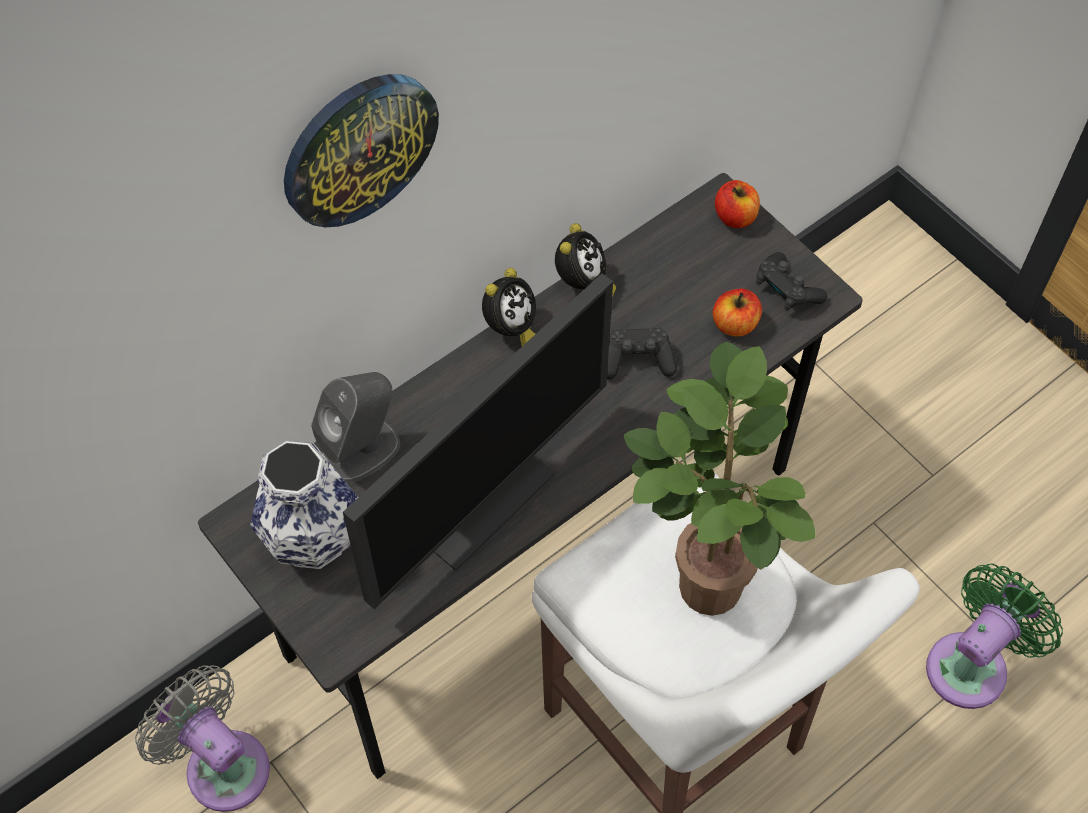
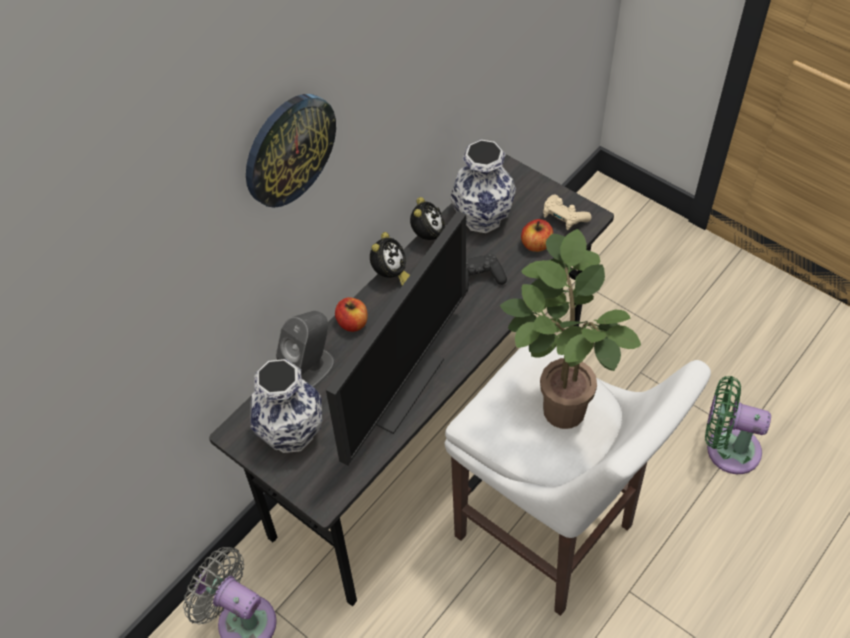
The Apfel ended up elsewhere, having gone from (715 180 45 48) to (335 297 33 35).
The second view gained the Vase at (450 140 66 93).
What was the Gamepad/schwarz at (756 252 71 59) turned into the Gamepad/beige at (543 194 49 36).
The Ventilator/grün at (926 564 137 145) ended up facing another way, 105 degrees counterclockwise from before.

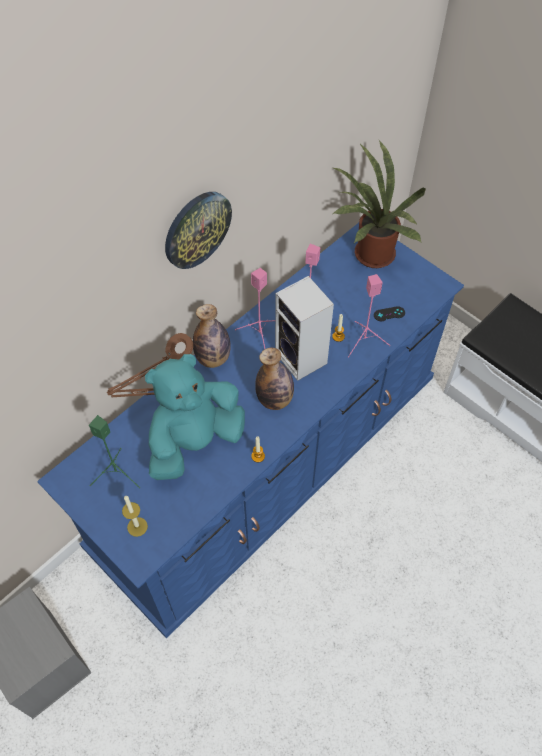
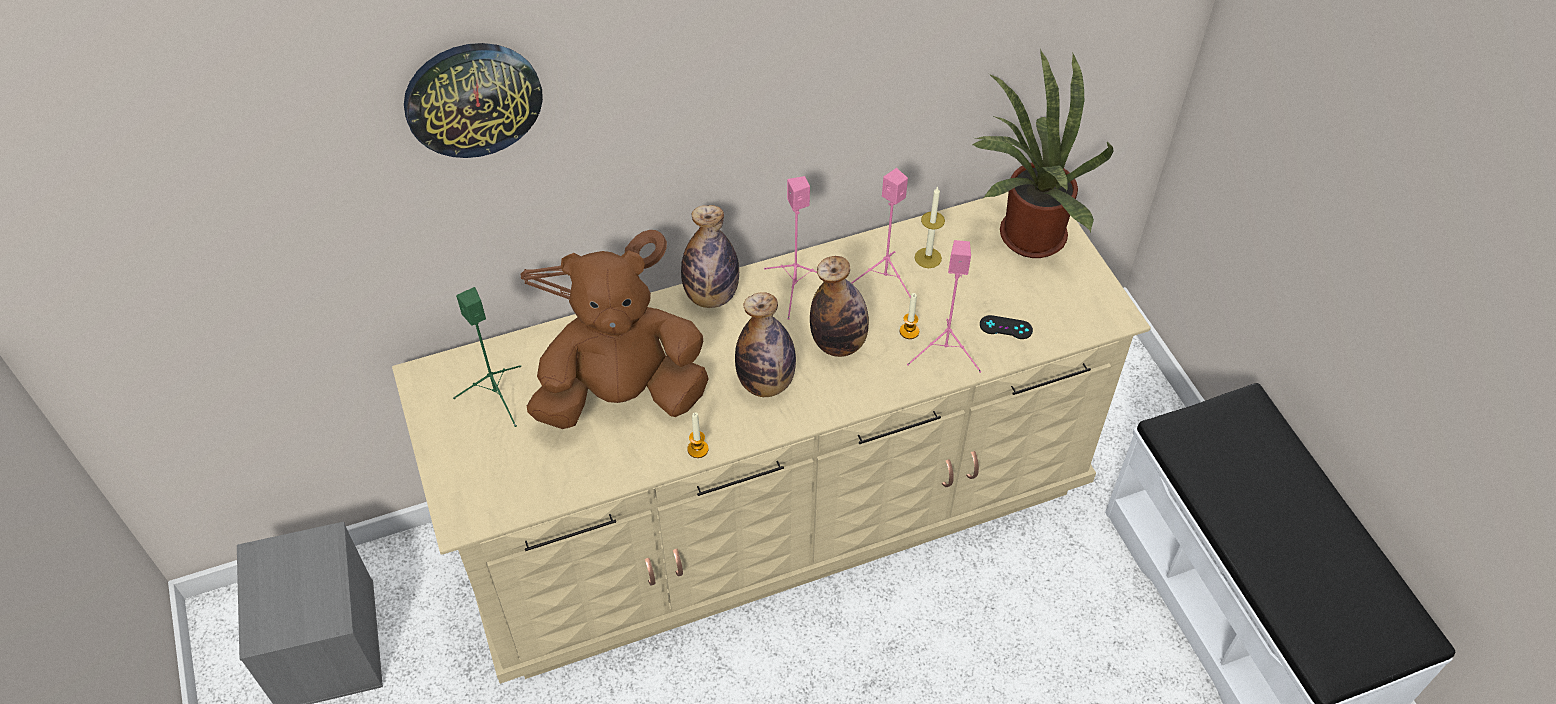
What was the Kommode/blau at (37 223 427 416) turned into the Kommode/beige at (392 191 759 493).
The Wanduhr ended up elsewhere, having gone from (165 192 67 77) to (404 43 139 115).
What was the Plüschtier/türkis at (145 354 100 126) turned into the Plüschtier/braun at (527 250 182 179).
Where the Lautsprecher stood at (275 276 59 105), the Flasche came to stand at (810 256 59 101).
The Kerze ended up elsewhere, having gone from (122 496 26 41) to (915 186 30 82).

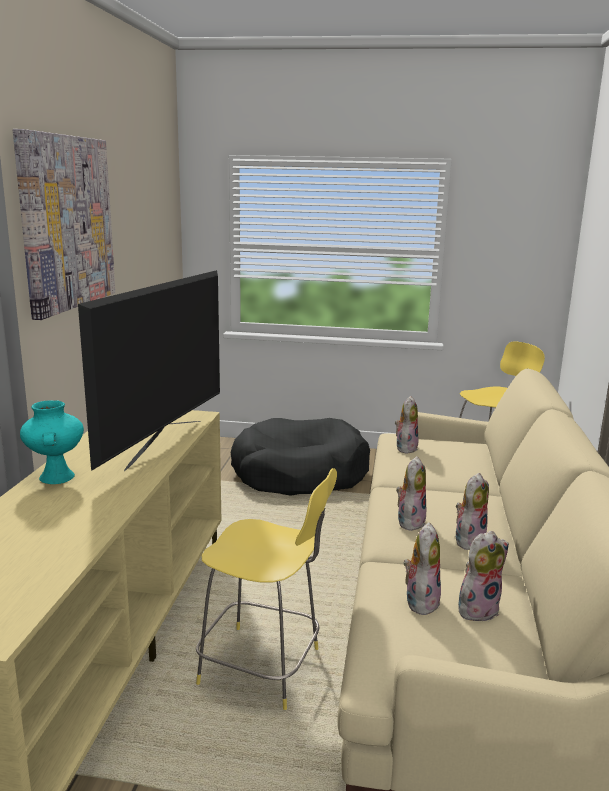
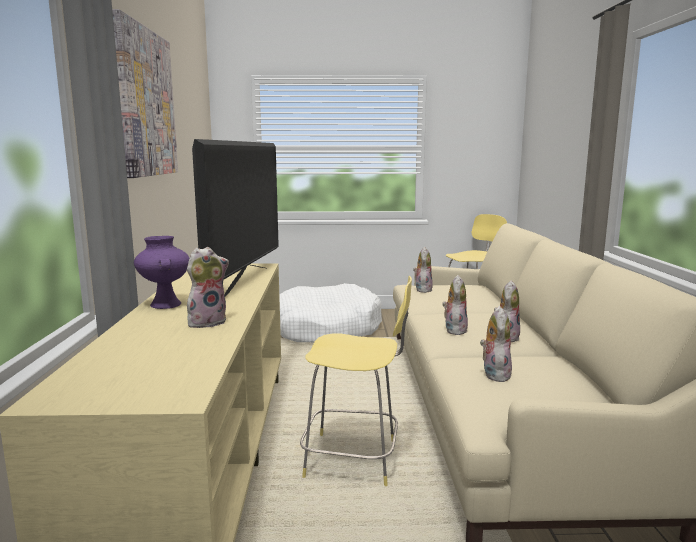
What was the Vase/türkis at (20 400 64 84) turned into the Vase/lila at (134 236 55 73).
The Plüschtier ended up elsewhere, having gone from (458 531 51 90) to (187 247 42 81).
What was the Hundebett/schwarz at (231 418 139 77) turned into the Hundebett/weiß at (279 283 103 59).

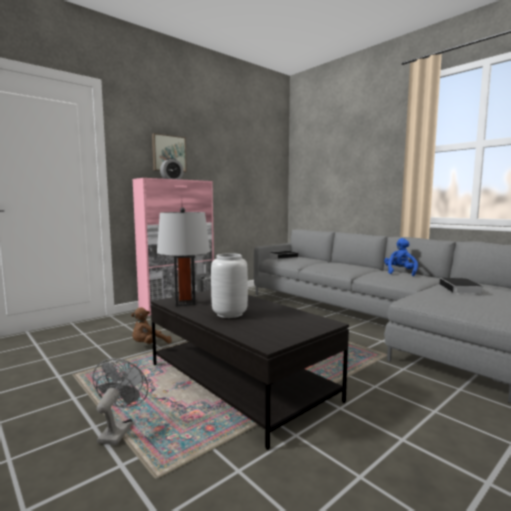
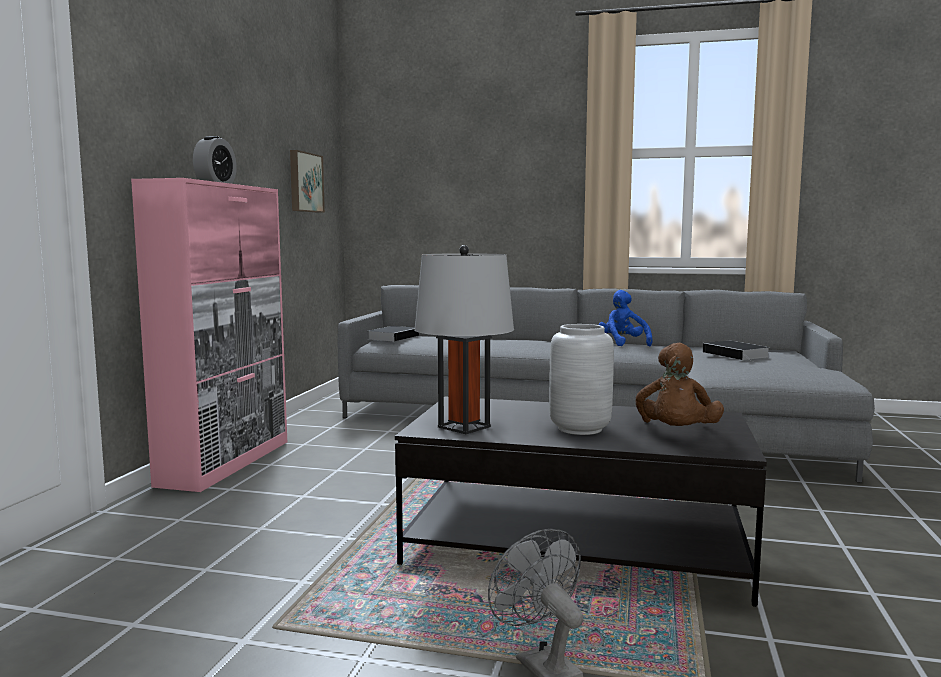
The Bild ended up elsewhere, having gone from (152 133 35 39) to (290 150 35 63).
The Plüschtier/braun ended up elsewhere, having gone from (131 307 41 37) to (636 343 88 83).

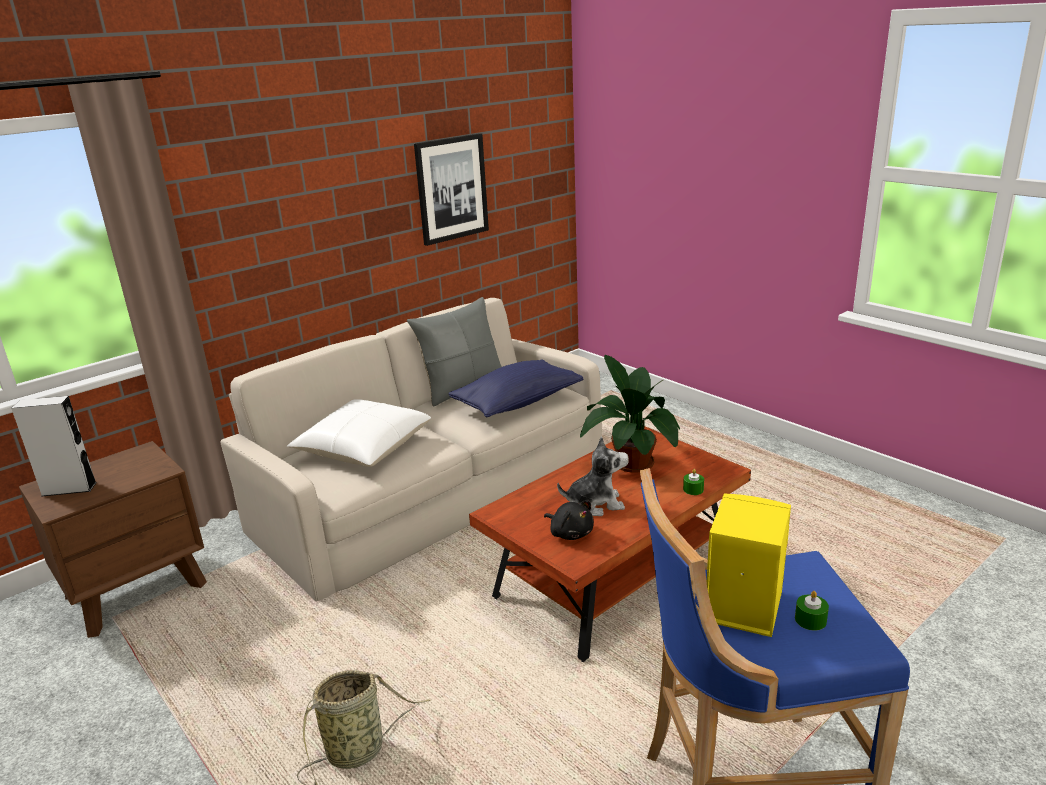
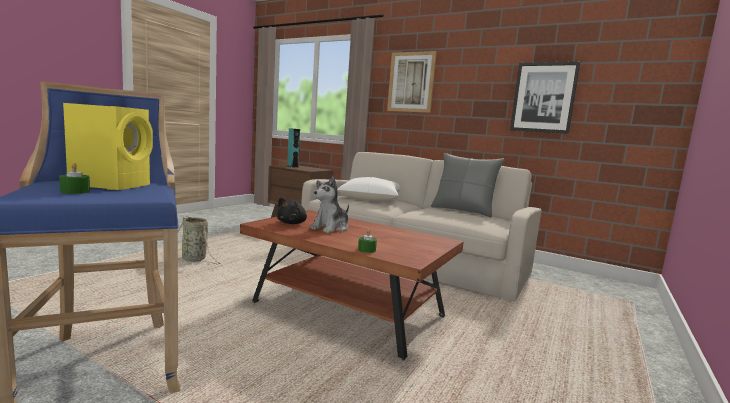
What was the Lautsprecher/grau at (11 396 86 101) turned into the Lautsprecher/türkis at (287 128 13 40).
The Plüschtier at (557 436 72 80) ended up facing another way, 60 degrees clockwise from before.
The second view gained the Bild at (387 51 50 62).
The second view lost the Kissen/blau at (448 359 135 58).
The second view lost the Topfpflanze at (580 355 100 118).

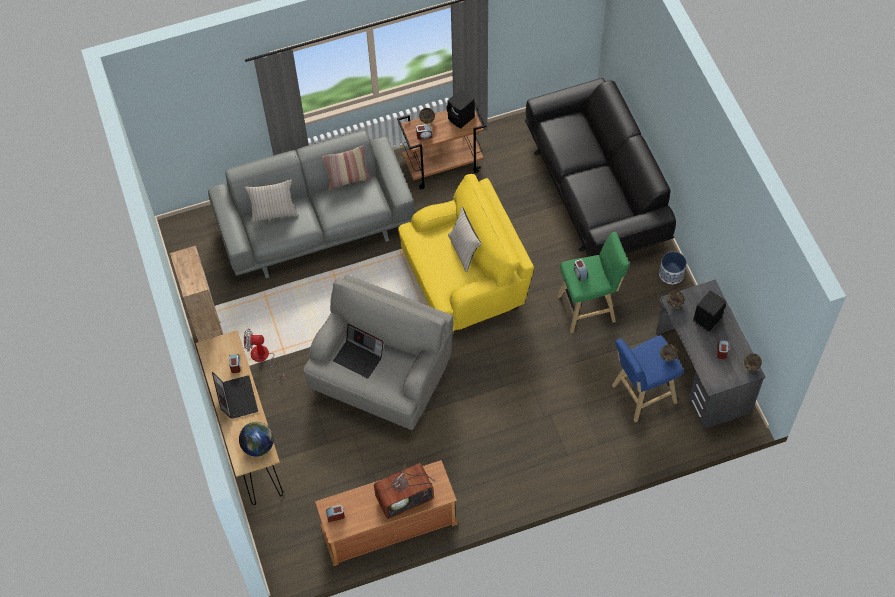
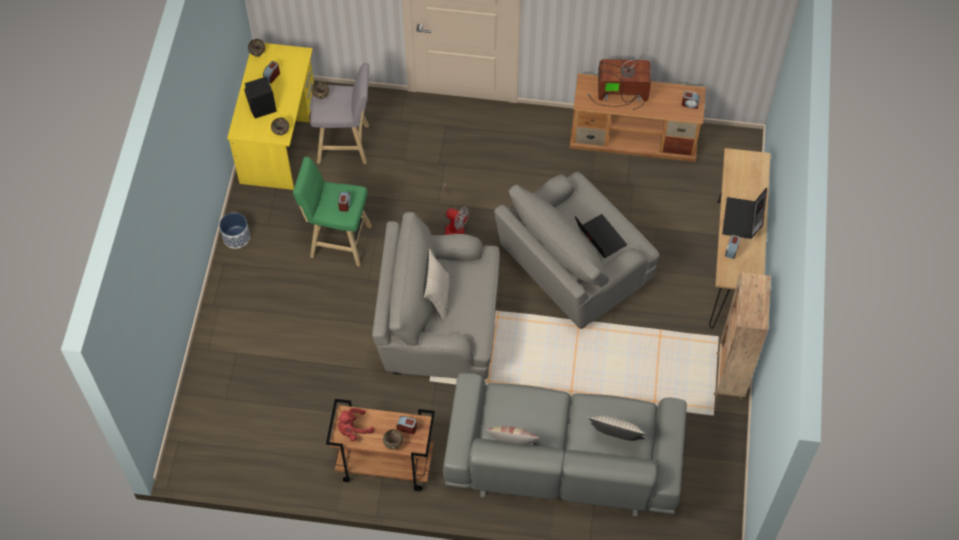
What was the Schreibtisch/grau at (656 280 109 149) turned into the Schreibtisch/gelb at (227 43 87 147).
What was the Hocker/blau at (612 335 72 88) turned into the Hocker/grau at (310 63 59 101).
Where the Lautsprecher/schwarz stood at (447 89 28 39), the Plüschtier/rot came to stand at (337 408 37 33).
What was the Sessel/gelb at (398 174 136 157) turned into the Sessel/grau at (372 212 128 167).
The Ventilator ended up elsewhere, having gone from (244 329 41 53) to (441 182 28 53).
The second view lost the Globus at (239 422 35 34).
The second view lost the Sofa/schwarz at (525 78 151 179).

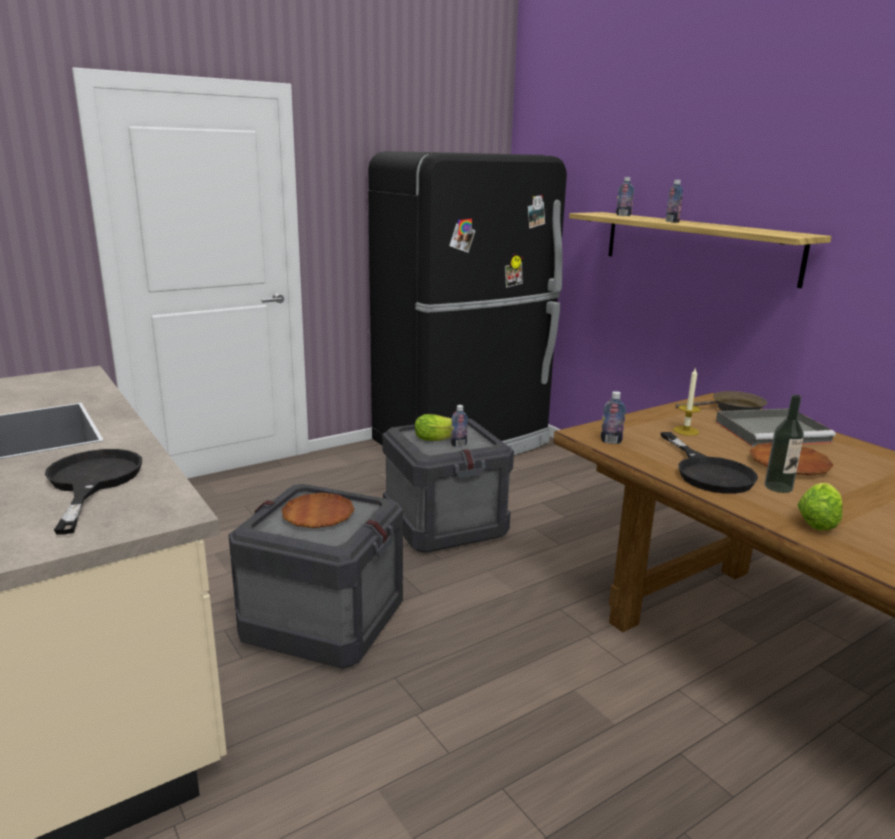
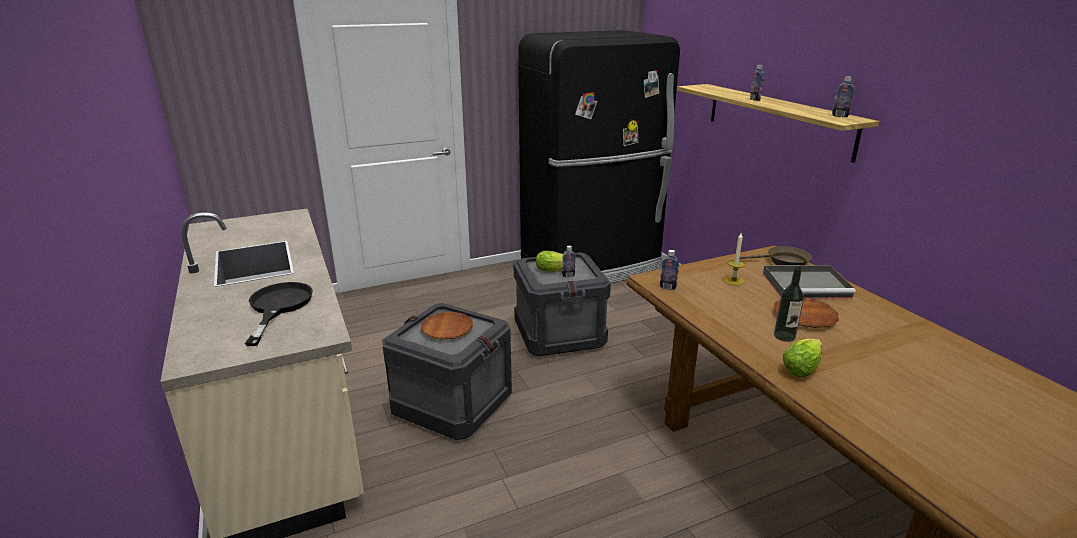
The Flasche ended up elsewhere, having gone from (616 177 18 39) to (832 77 23 40).
The second view lost the Pfanne/schwarz at (660 432 98 62).

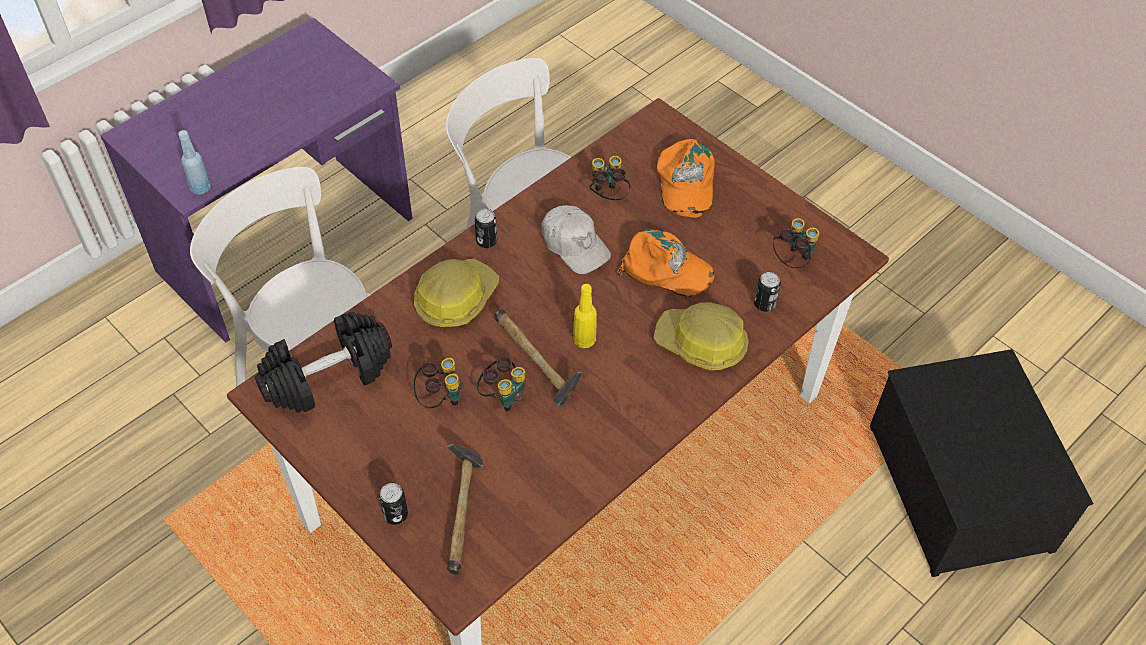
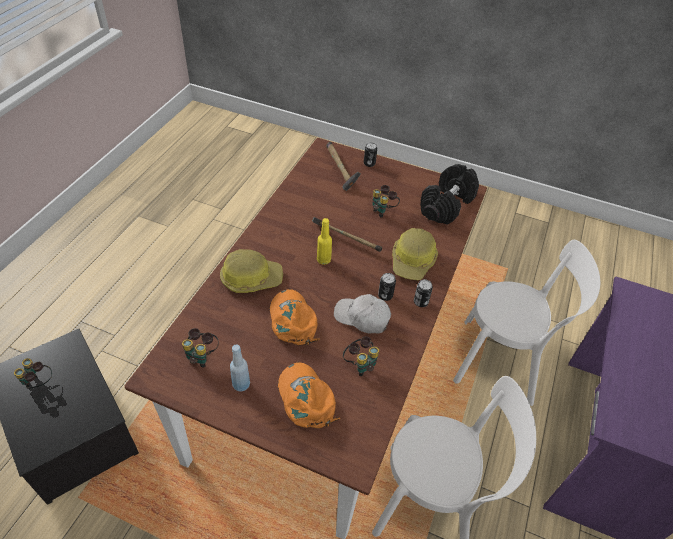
The Fernglas ended up elsewhere, having gone from (477 356 48 55) to (14 358 38 31).
The Flasche/blau ended up elsewhere, having gone from (178 130 32 65) to (230 344 20 47).
The Kappe/orange at (617 229 97 68) ended up facing another way, 75 degrees clockwise from before.
The Dose ended up elsewhere, having gone from (754 272 27 40) to (378 273 18 28).

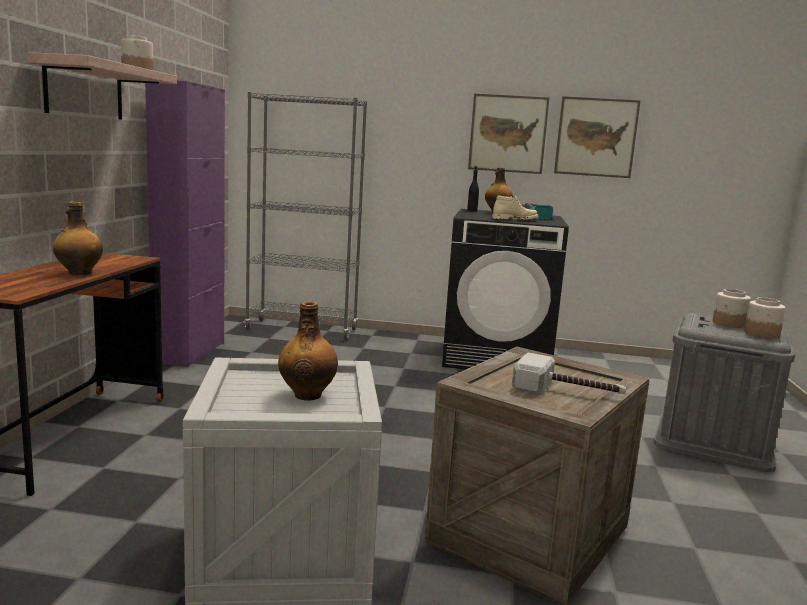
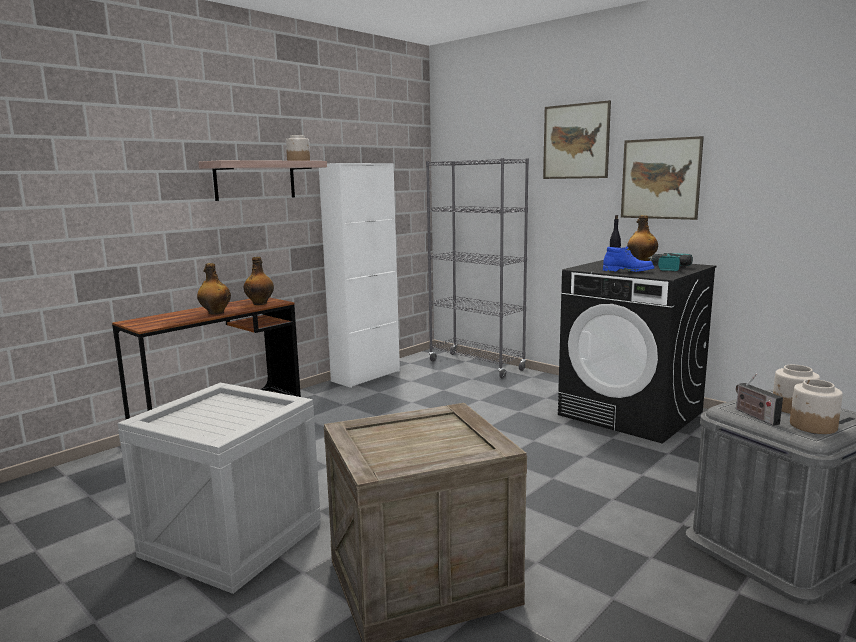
The Flasche ended up elsewhere, having gone from (278 301 60 100) to (244 257 30 48).
What was the Schrank/lila at (145 80 80 287) turned into the Schrank/weiß at (319 163 81 225).
The Bild ended up elsewhere, having gone from (554 96 86 82) to (543 100 68 79).
What was the Stiefel/beige at (492 195 46 25) turned into the Stiefel/blau at (603 246 51 26).
The second view gained the Radio at (736 374 47 52).
The second view lost the Hammer at (512 353 114 41).

